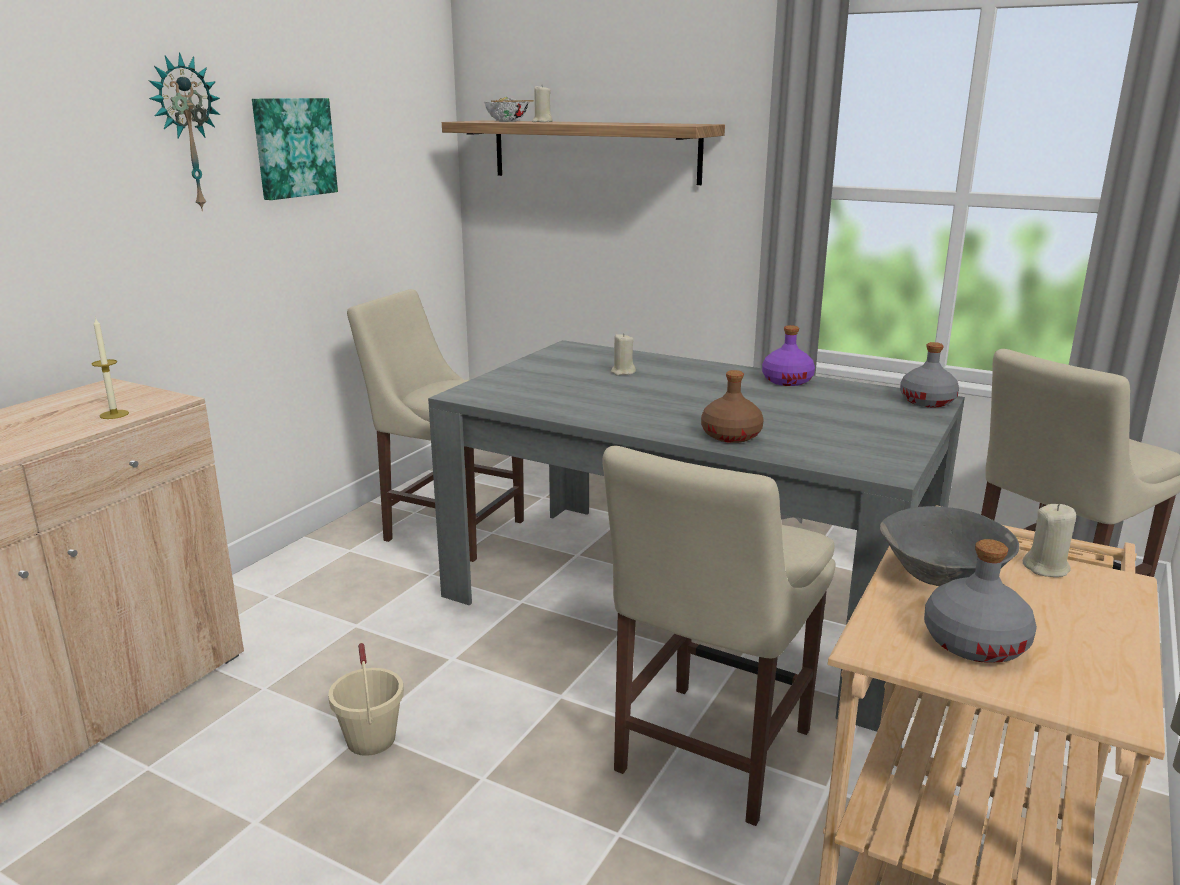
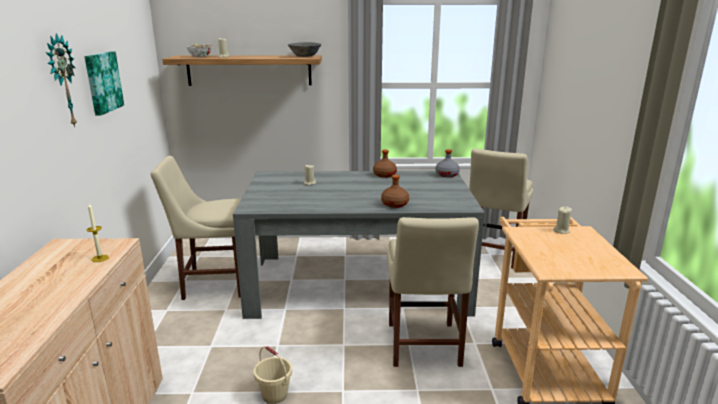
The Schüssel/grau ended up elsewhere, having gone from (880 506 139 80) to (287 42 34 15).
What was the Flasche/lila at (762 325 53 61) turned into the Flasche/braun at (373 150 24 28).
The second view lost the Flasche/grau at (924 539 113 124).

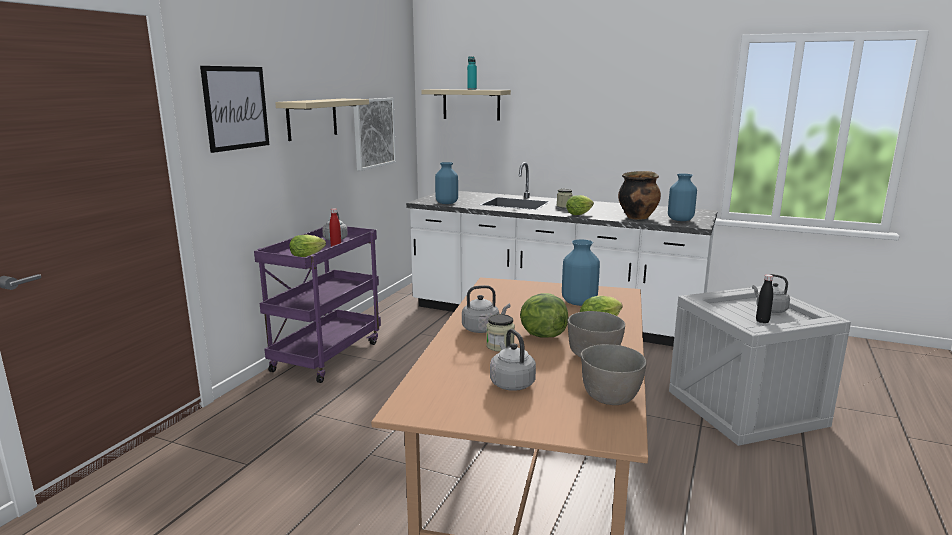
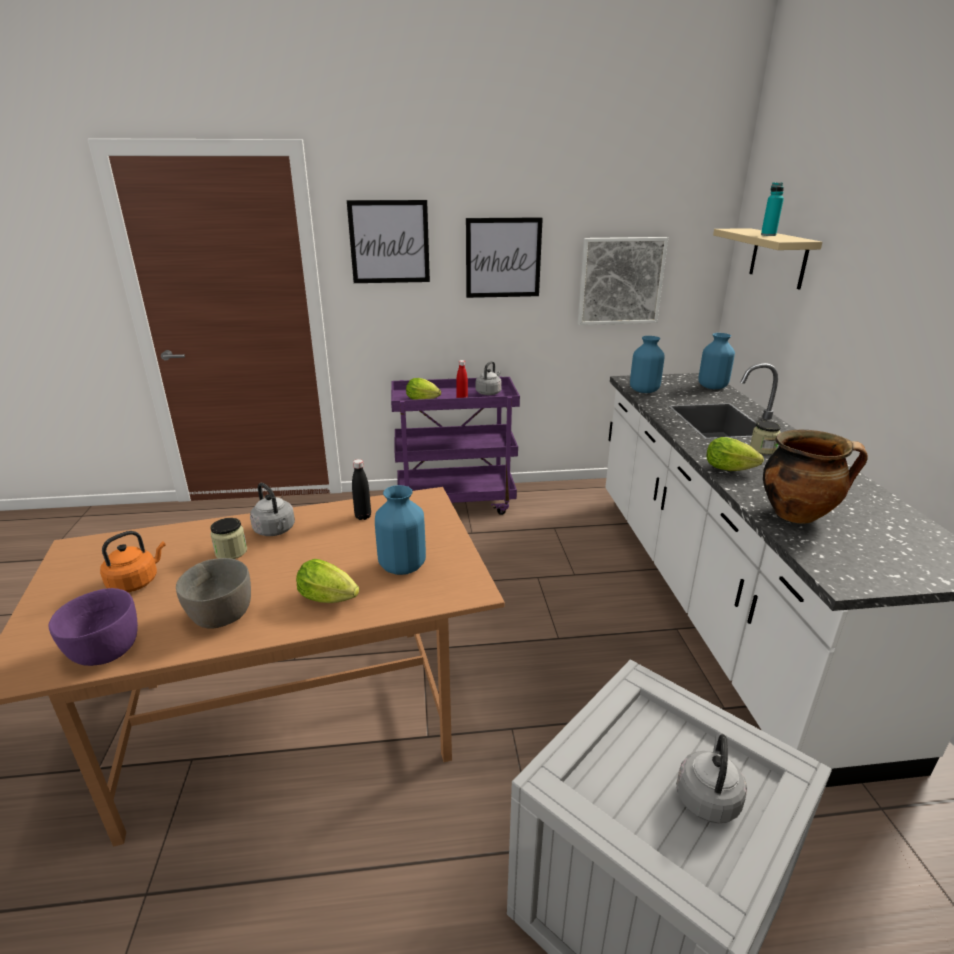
What was the Schüssel/grau at (580 344 67 61) turned into the Schüssel/lila at (49 588 89 78).
What was the Wasserkessel/grau at (490 329 46 62) turned into the Wasserkessel/orange at (100 531 65 61).
The Flasche/schwarz ended up elsewhere, having gone from (756 274 17 49) to (352 459 19 61).
Where the Wandregal/beige hung at (275 99 94 42), the Bild came to hang at (466 217 77 81).
The Vase/blau ended up elsewhere, having gone from (668 174 29 47) to (698 333 37 56).
The second view lost the Salatkopf at (520 293 48 45).

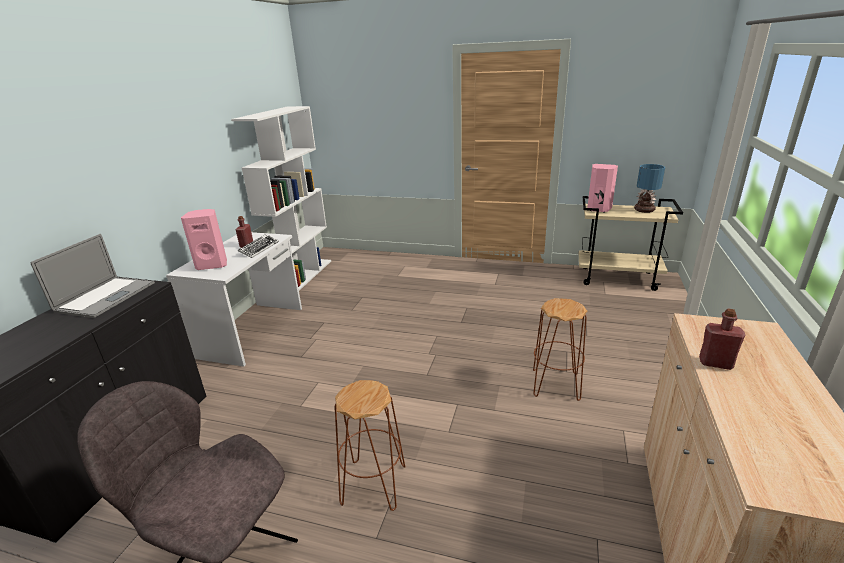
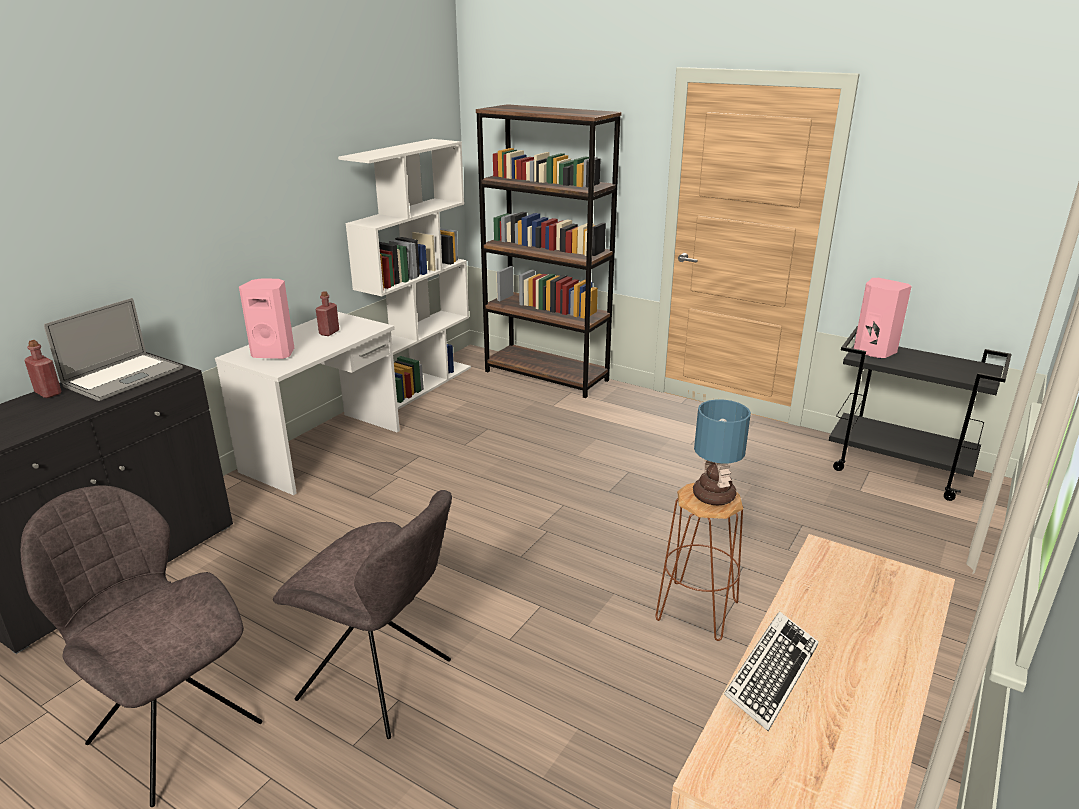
The Flasche/rot ended up elsewhere, having gone from (699 308 46 62) to (24 340 38 58).
Where the Hocker/braun stood at (335 380 70 131), the Stuhl/grau came to stand at (273 490 179 249).
The second view gained the Bücherregal/braun at (476 104 146 294).
The Tischlampe ended up elsewhere, having gone from (634 164 31 49) to (693 400 58 105).
The Tastatur ended up elsewhere, having gone from (238 234 41 24) to (724 611 94 120).
What was the Rollwagen/beige at (579 196 104 95) turned into the Rollwagen/schwarz at (829 326 183 175).

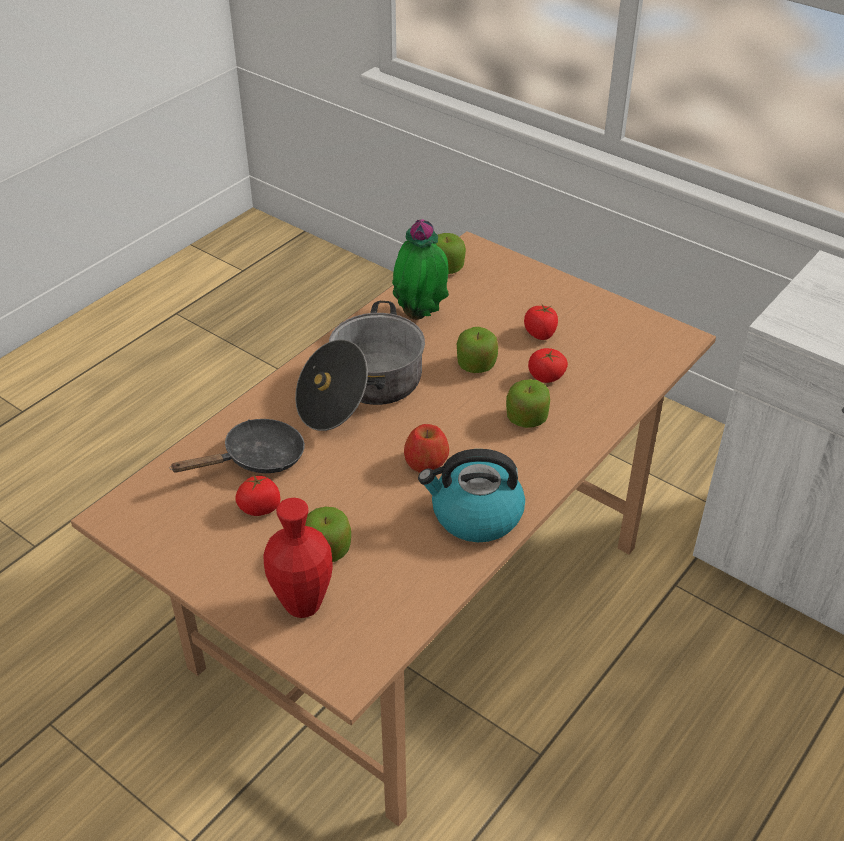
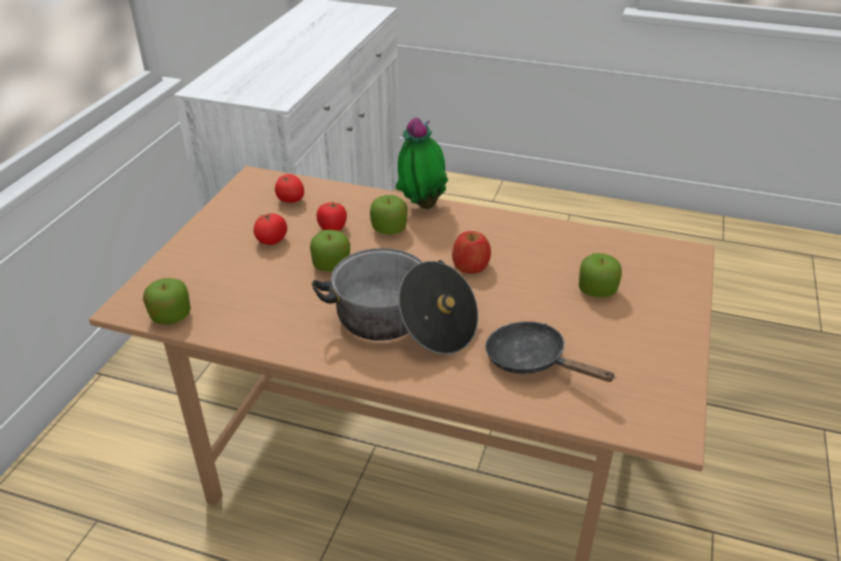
The Tomate ended up elsewhere, having gone from (235 474 45 42) to (275 174 29 29).
The Topfpflanze ended up elsewhere, having gone from (392 219 57 101) to (395 118 53 91).
The second view lost the Vase/rot at (263 498 70 120).
The second view lost the Wasserkessel at (418 449 107 93).

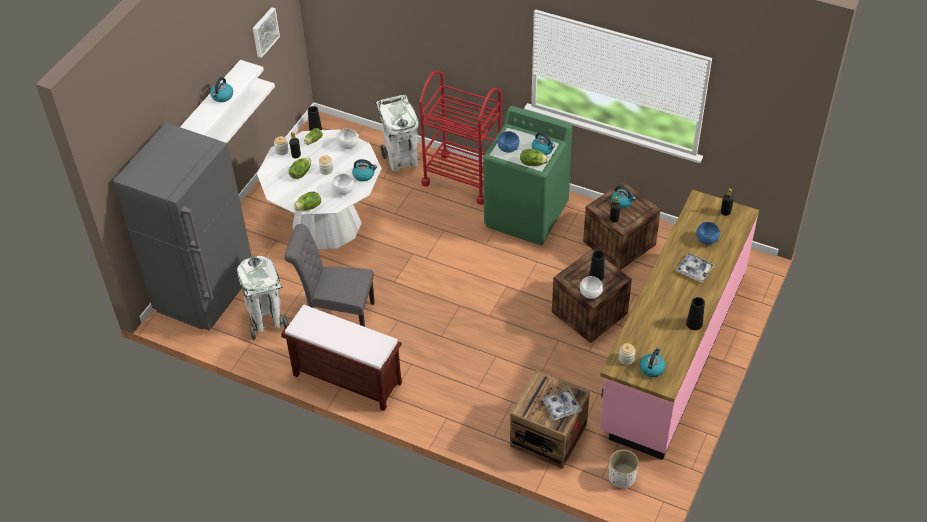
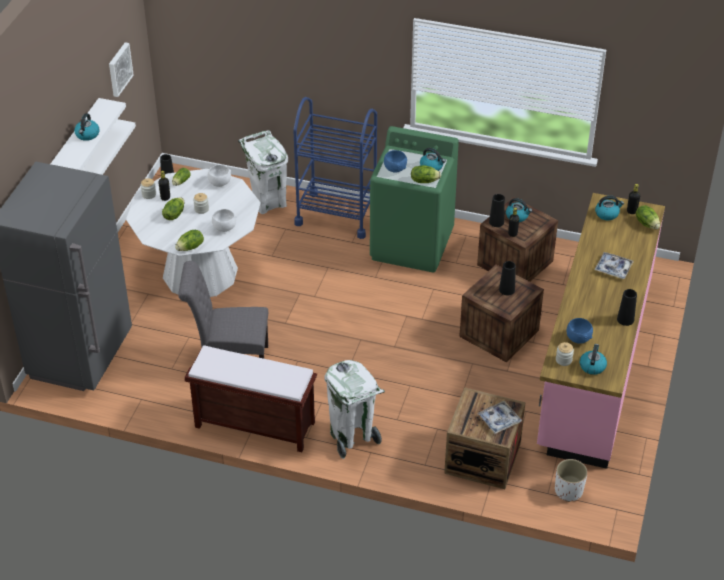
What was the Rollwagen/rot at (419 70 82 135) turned into the Rollwagen/blau at (293 97 84 142).
The Mülleimer/weiß ended up elsewhere, having gone from (237 256 51 85) to (324 360 61 99).
The second view gained the Vase/schwarz at (489 194 16 33).
The Schüssel/blau ended up elsewhere, having gone from (696 222 24 23) to (567 318 26 26).
The Wasserkessel ended up elsewhere, having gone from (352 159 25 22) to (595 196 29 24).
The second view gained the Salatkopf at (636 205 24 24).
The second view lost the Schüssel/weiß at (580 276 23 23).

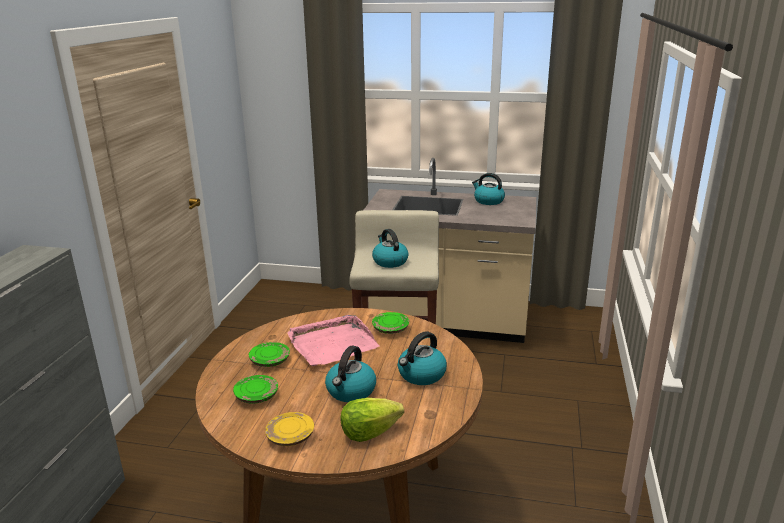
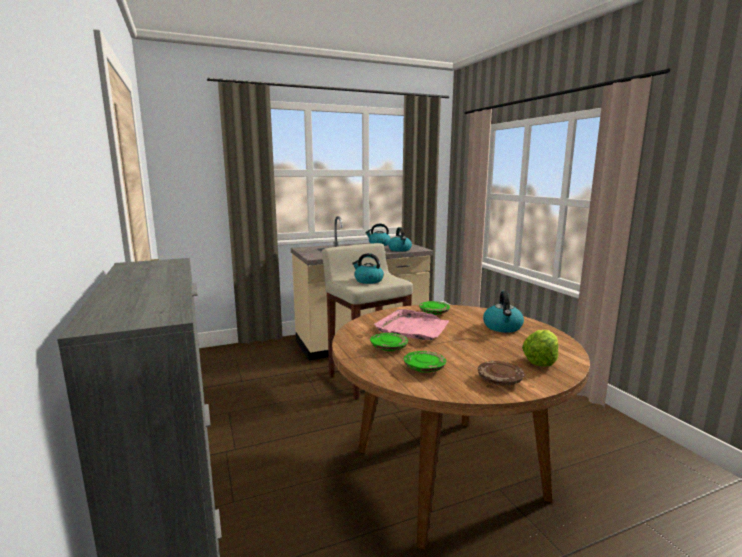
The Wasserkessel ended up elsewhere, having gone from (325 346 51 56) to (388 227 24 25).
What was the Teller/gelb at (265 412 49 34) turned into the Teller/braun at (478 361 47 25).

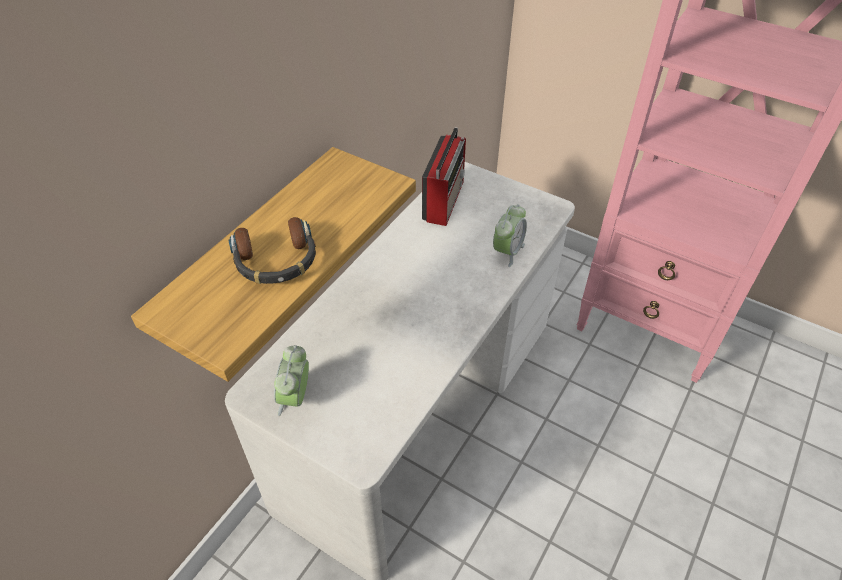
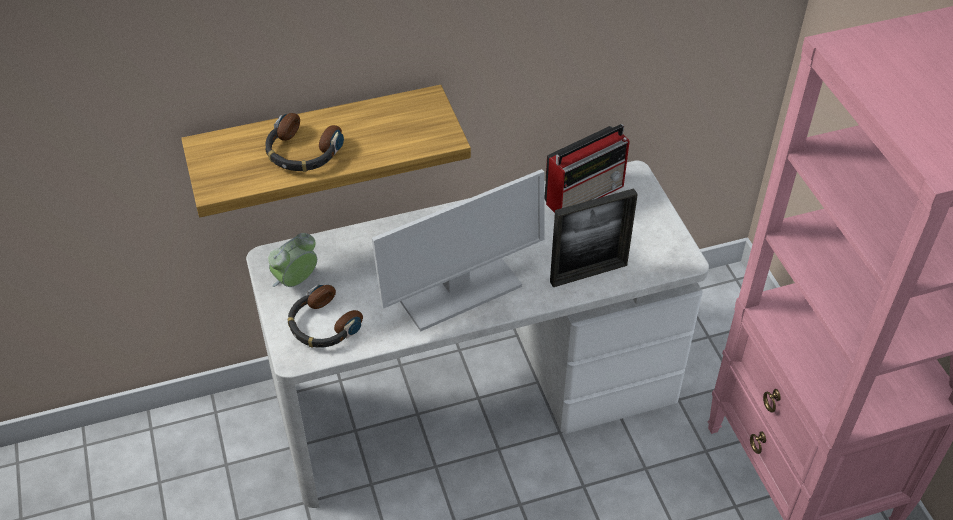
The second view gained the Kopfhörer at (288 285 75 63).
The second view gained the Monitor at (372 169 172 163).
Where the Wecker stood at (493 204 34 63), the Bilderrahmen came to stand at (550 188 88 99).

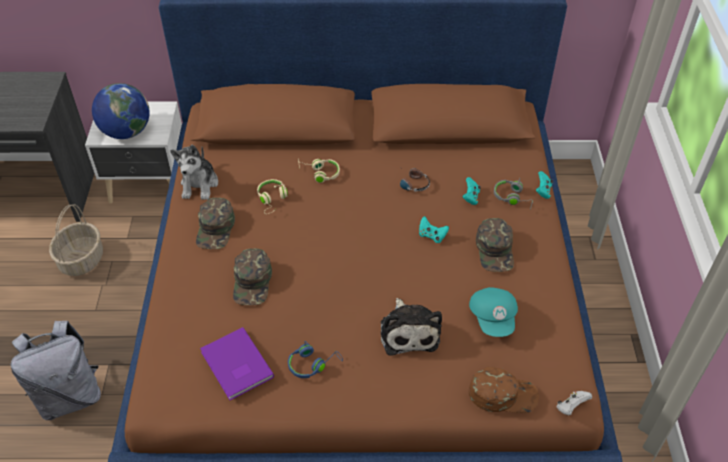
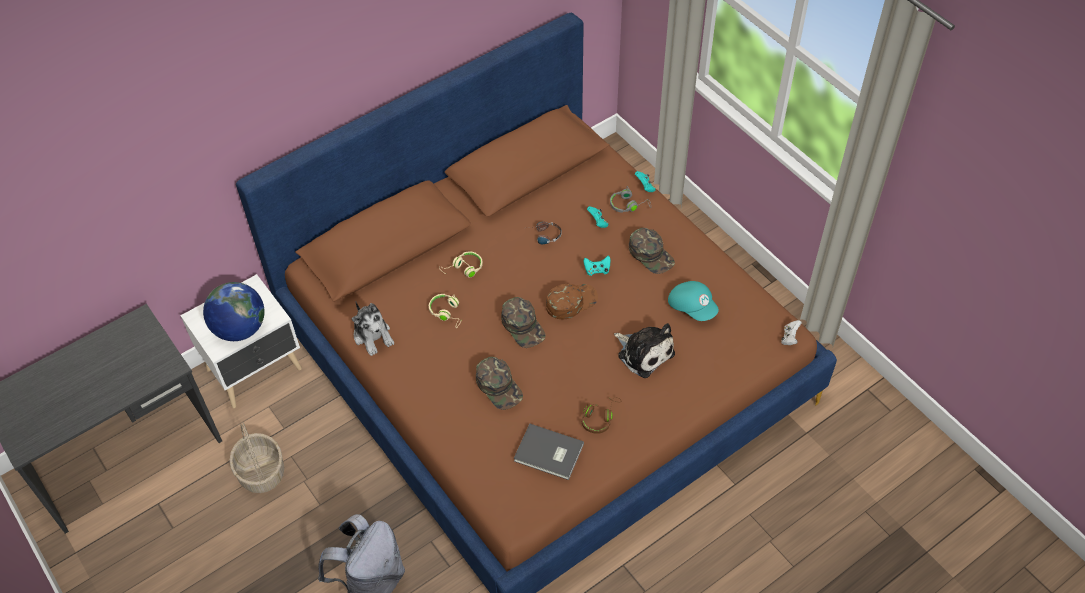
The Kappe/grün ended up elsewhere, having gone from (196 198 39 51) to (501 297 45 51).
What was the Buch/lila at (200 327 74 73) turned into the Buch/grau at (514 424 70 56).
The Kappe/braun ended up elsewhere, having gone from (469 367 70 46) to (546 284 52 35).
What was the Kopfhörer/blau at (288 341 55 37) turned into the Kopfhörer/braun at (581 397 41 37).

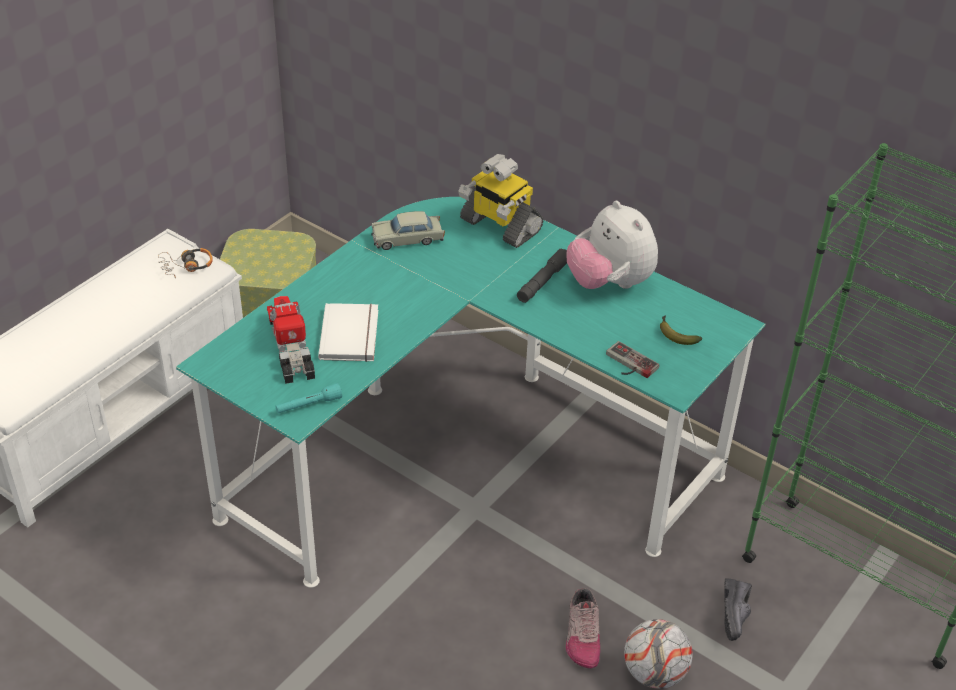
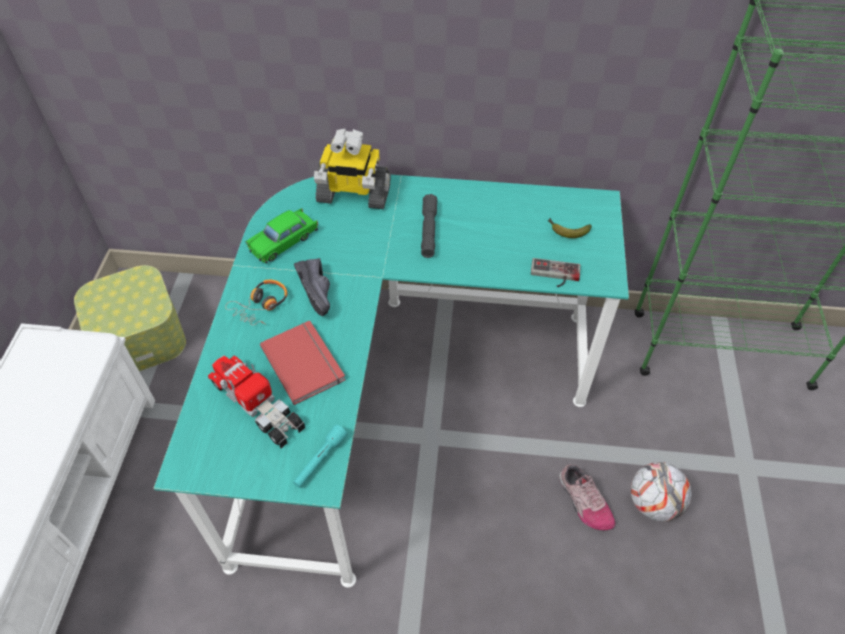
The Kopfhörer ended up elsewhere, having gone from (158 248 55 30) to (225 280 62 45).
What was the Spielzeugauto/beige at (371 211 74 39) turned into the Spielzeugauto/grün at (246 208 72 55).
What was the Buch/weiß at (318 303 60 59) turned into the Buch/rot at (260 321 86 84).
The Schuh/schwarz ended up elsewhere, having gone from (724 578 28 63) to (294 258 36 58).
The second view lost the Plüschtier at (566 201 92 88).

